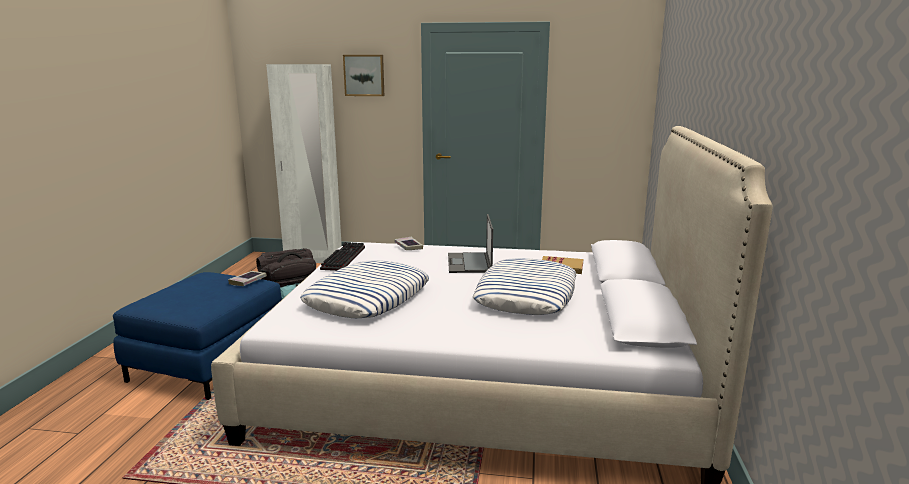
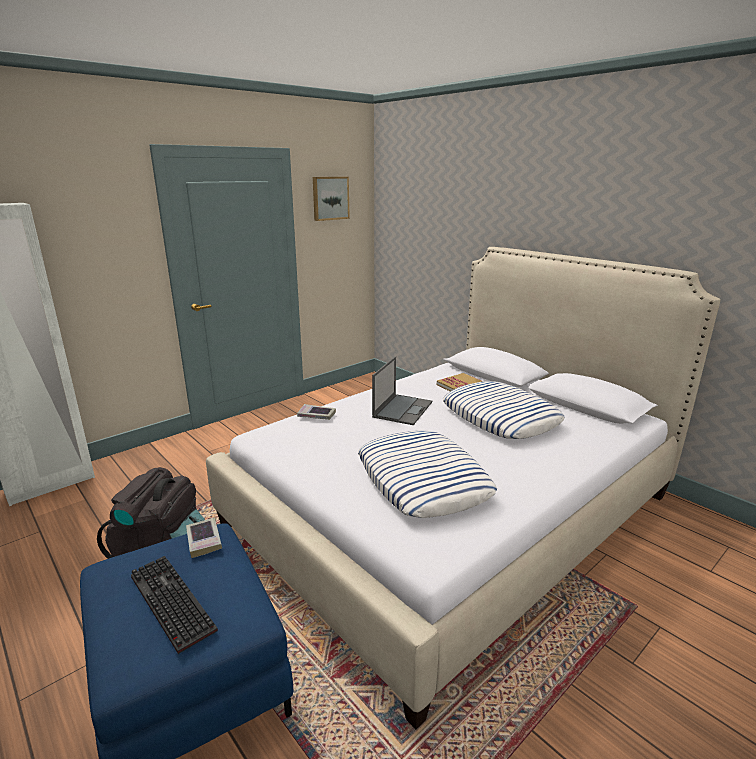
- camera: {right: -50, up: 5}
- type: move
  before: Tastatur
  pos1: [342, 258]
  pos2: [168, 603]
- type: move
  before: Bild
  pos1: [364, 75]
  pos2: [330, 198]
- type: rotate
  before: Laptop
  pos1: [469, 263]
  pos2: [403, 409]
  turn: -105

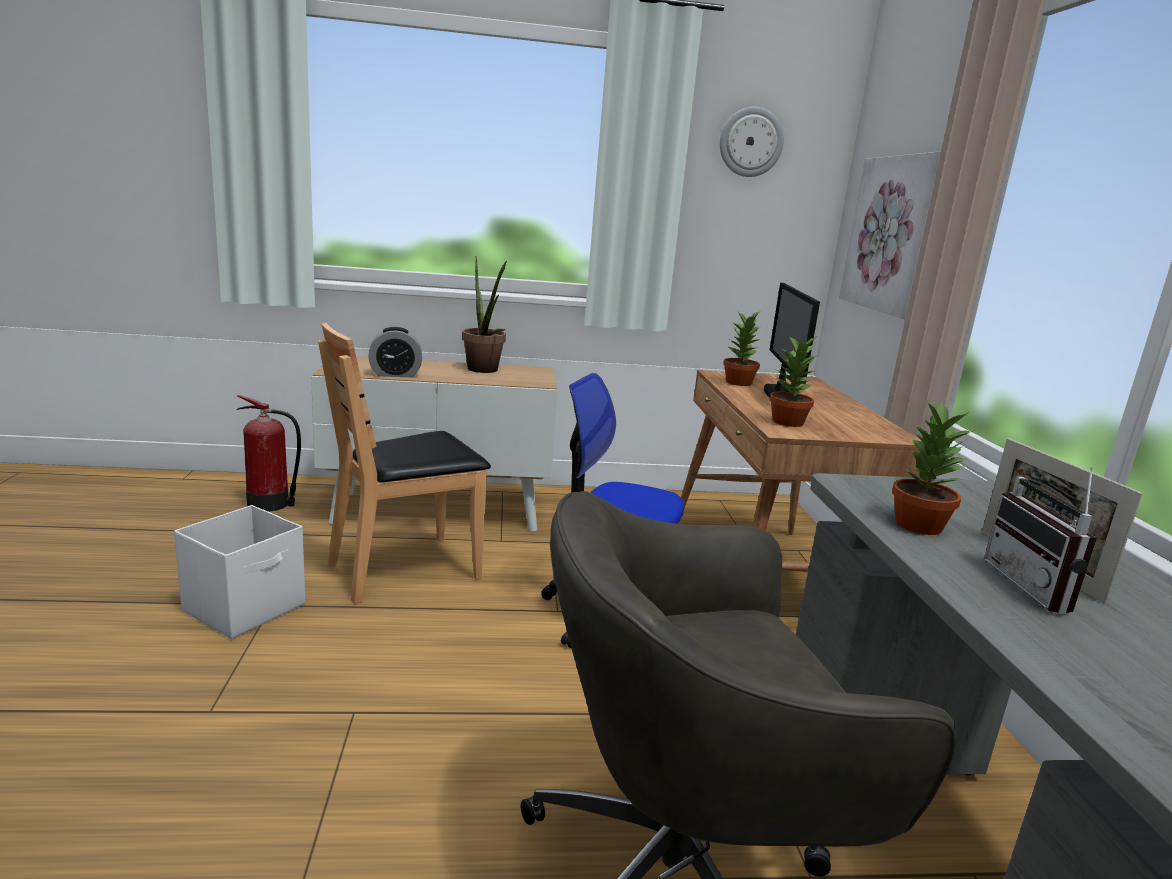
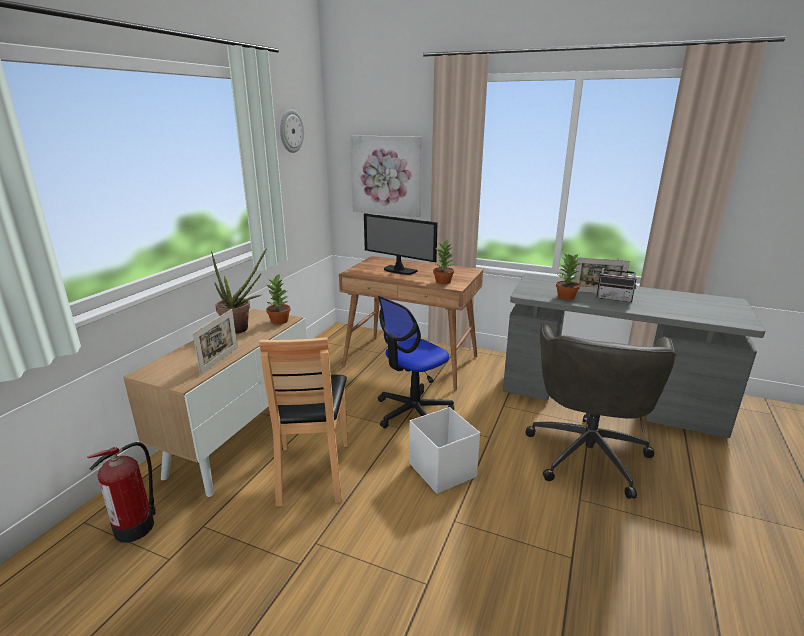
- camera: {right: -60, up: 5}
- type: move
  before: Aufbewahrungsbox/weiß
  pos1: [246, 608]
  pos2: [442, 470]
- type: replace
  before: Wecker
  after: Bilderrahmen
  pos1: [395, 374]
  pos2: [219, 360]
- type: move
  before: Topfpflanze
  pos1: [739, 383]
  pos2: [280, 321]

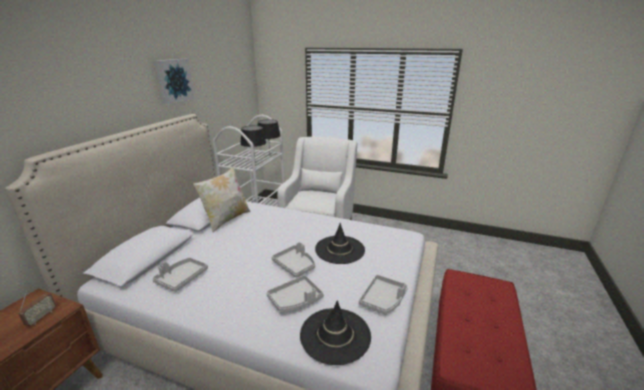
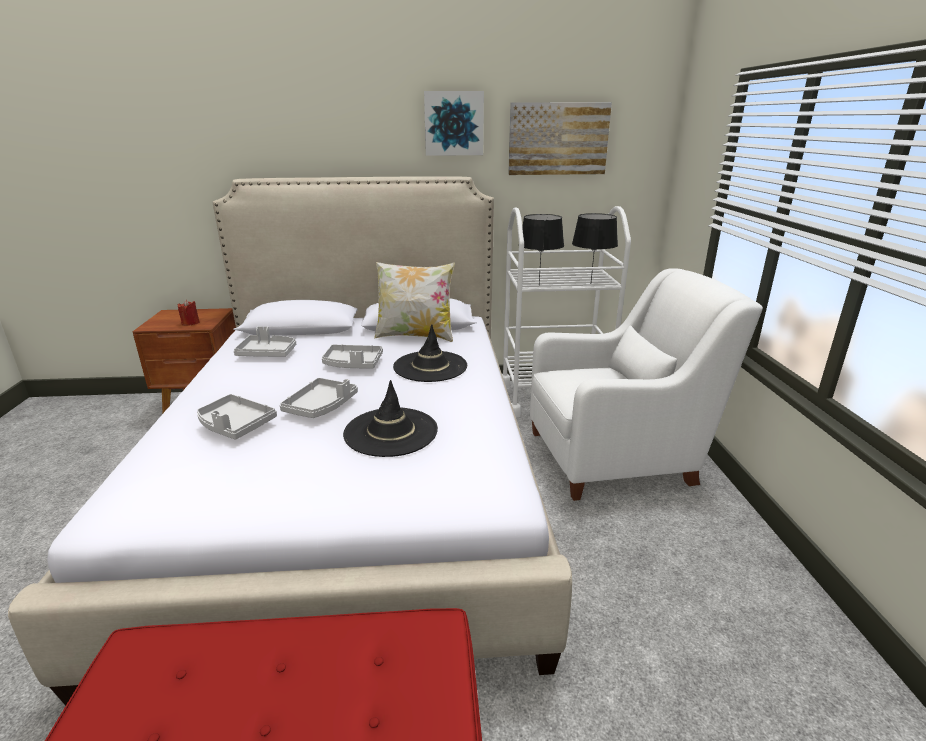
- camera: {right: 65, up: 0}
- type: replace
  before: Radio
  after: Kerze/rot
  pos1: [41, 317]
  pos2: [190, 323]
- type: move
  before: Hut/schwarz
  pos1: [335, 335]
  pos2: [430, 366]
- type: move
  before: Tablett/grau
  pos1: [383, 300]
  pos2: [353, 364]
- type: insert
  after: Bild
  pos2: [558, 139]

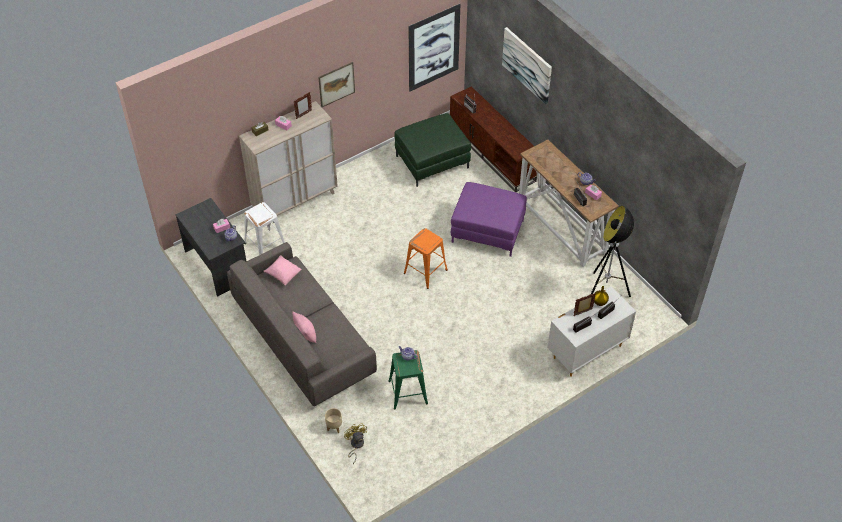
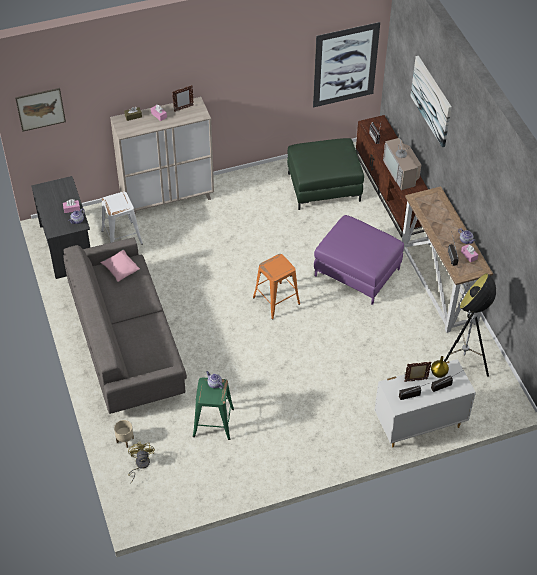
- camera: {right: 15, up: 0}
- type: delete
  before: Kissen/rosa
  pos1: [305, 334]
- type: move
  before: Bild
  pos1: [336, 84]
  pos2: [40, 109]
- type: insert
  after: Fernseher
  pos2: [402, 172]

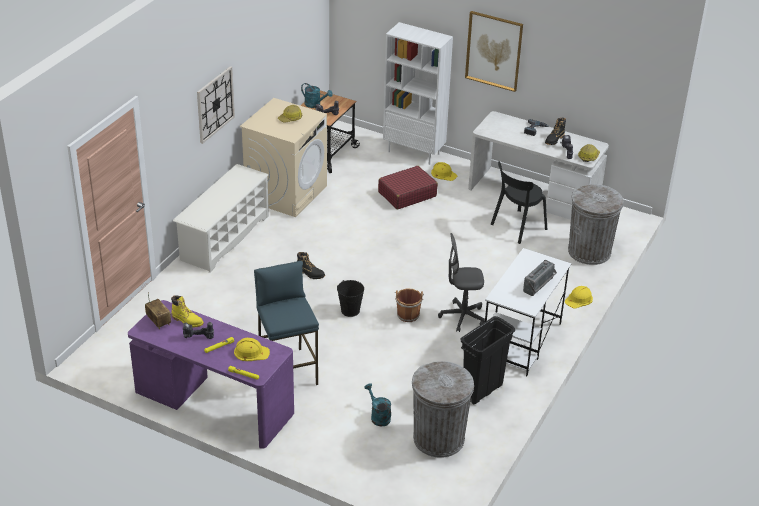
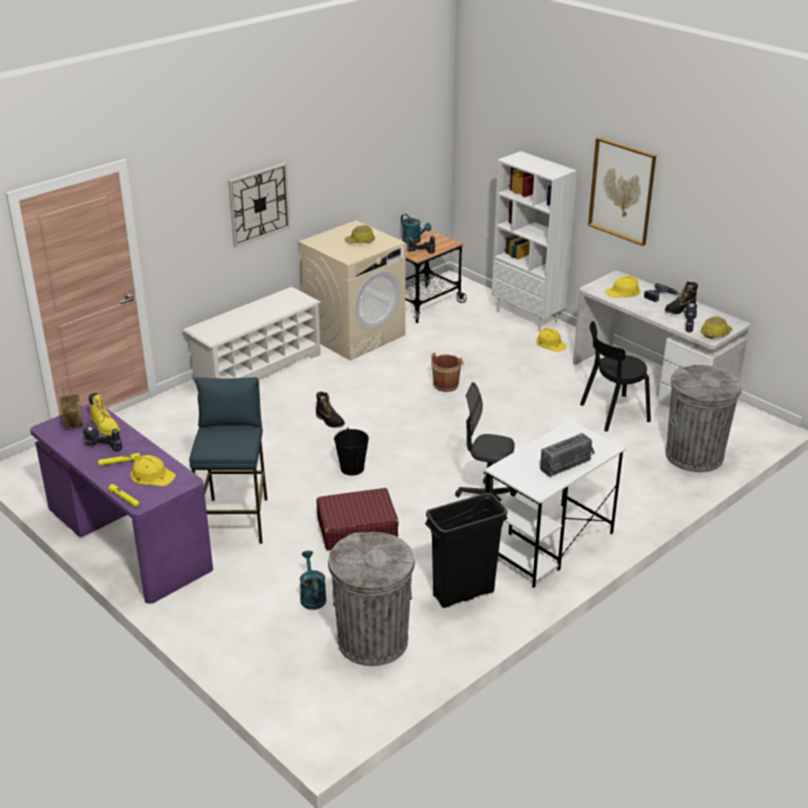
- camera: {right: 20, up: -5}
- type: move
  before: Koffer/rot
  pos1: [407, 194]
  pos2: [356, 529]
- type: move
  before: Eimer/braun
  pos1: [408, 314]
  pos2: [446, 384]
- type: move
  before: Schutzhelm/gelb
  pos1: [579, 299]
  pos2: [623, 291]

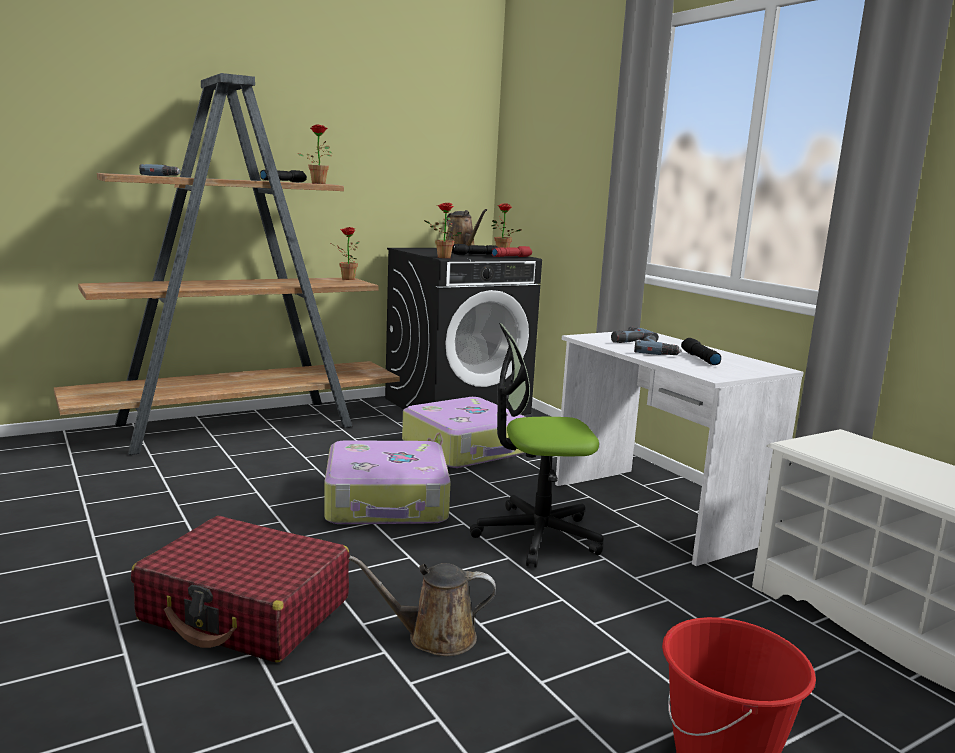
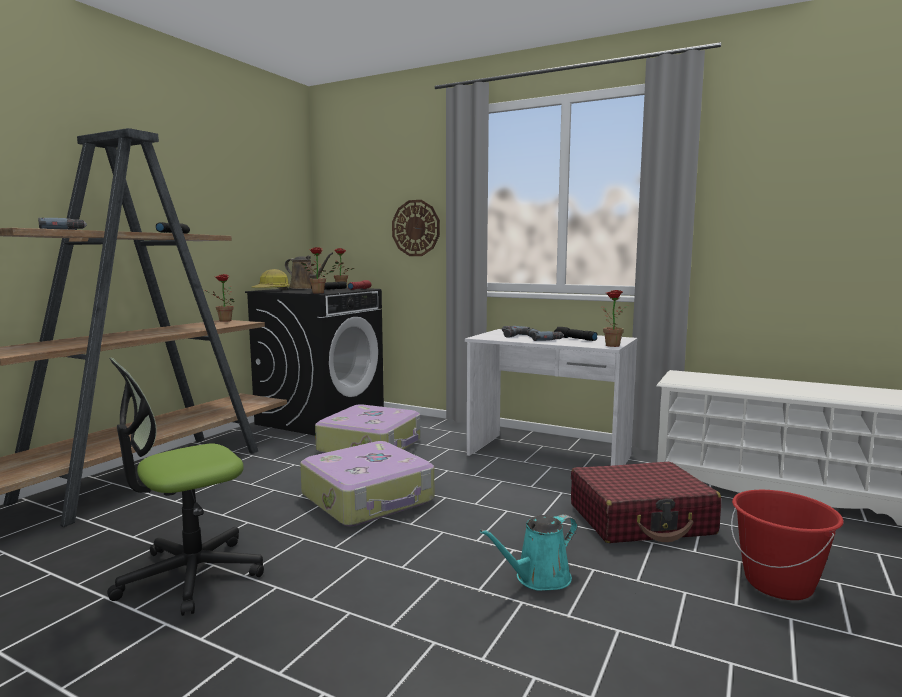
- camera: {right: -30, up: -5}
- type: move
  before: Koffer/rot
  pos1: [246, 610]
  pos2: [641, 520]
- type: move
  before: Topfpflanze
  pos1: [318, 183]
  pos2: [610, 345]
- type: recolor
  before: Gießkanne/braun
  after: Gießkanne/türkis
  pos1: [434, 637]
  pos2: [538, 578]
- type: move
  before: Bürostuhl
  pos1: [536, 535]
  pos2: [190, 575]
- type: insert
  after: Schutzhelm
  pos2: [272, 290]
- type: insert
  after: Wanduhr
  pos2: [416, 228]

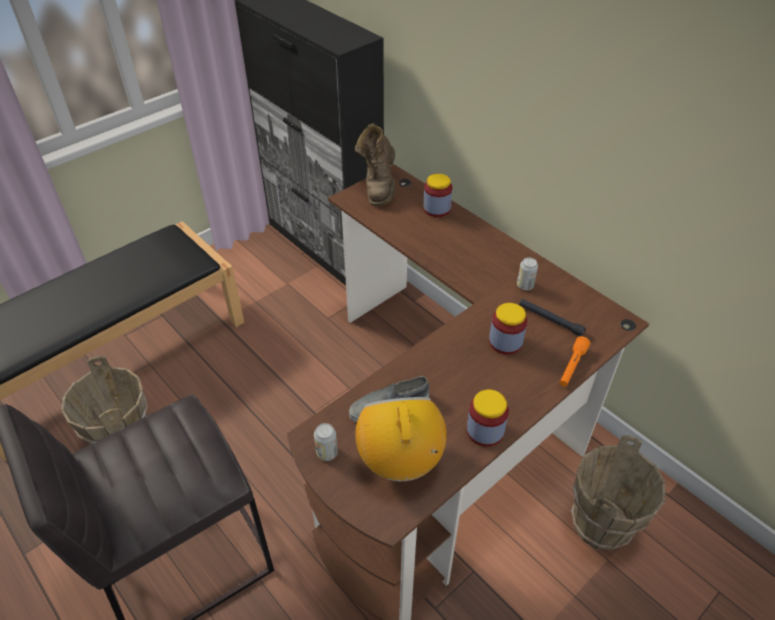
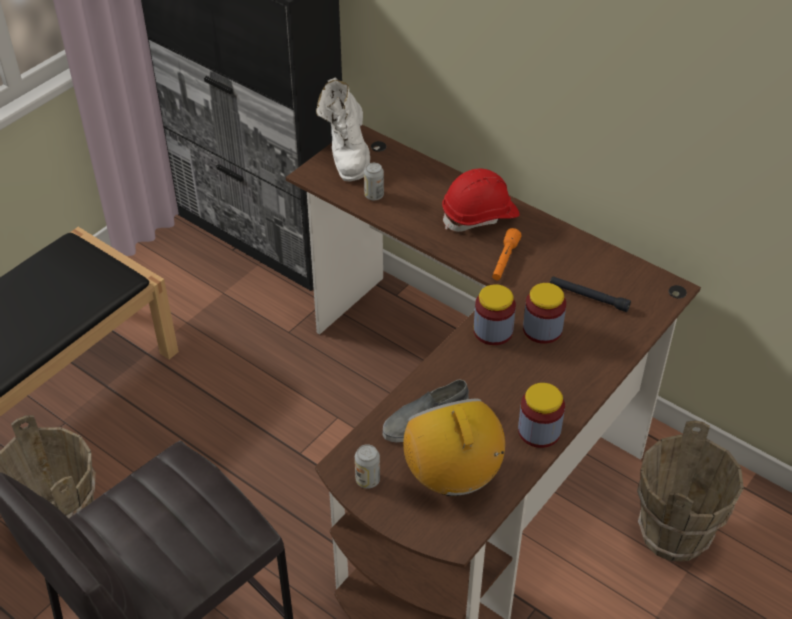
- camera: {right: -10, up: 0}
- type: recolor
  before: Stiefel/braun
  after: Stiefel/weiß
  pos1: [379, 187]
  pos2: [347, 155]
- type: move
  before: Vorratsglas
  pos1: [436, 209]
  pos2: [493, 331]
- type: move
  before: Dose
  pos1: [525, 285]
  pos2: [374, 195]
- type: move
  before: Taschenlampe/orange
  pos1: [572, 366]
  pos2: [504, 261]
- type: insert
  after: Schutzhelm/rot
  pos2: [480, 216]

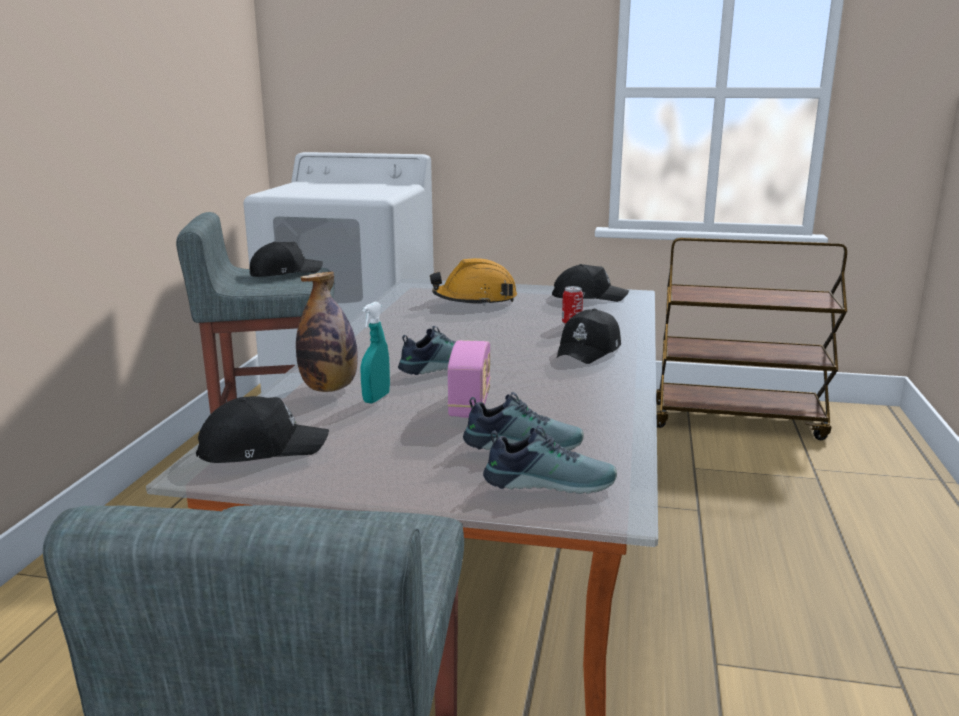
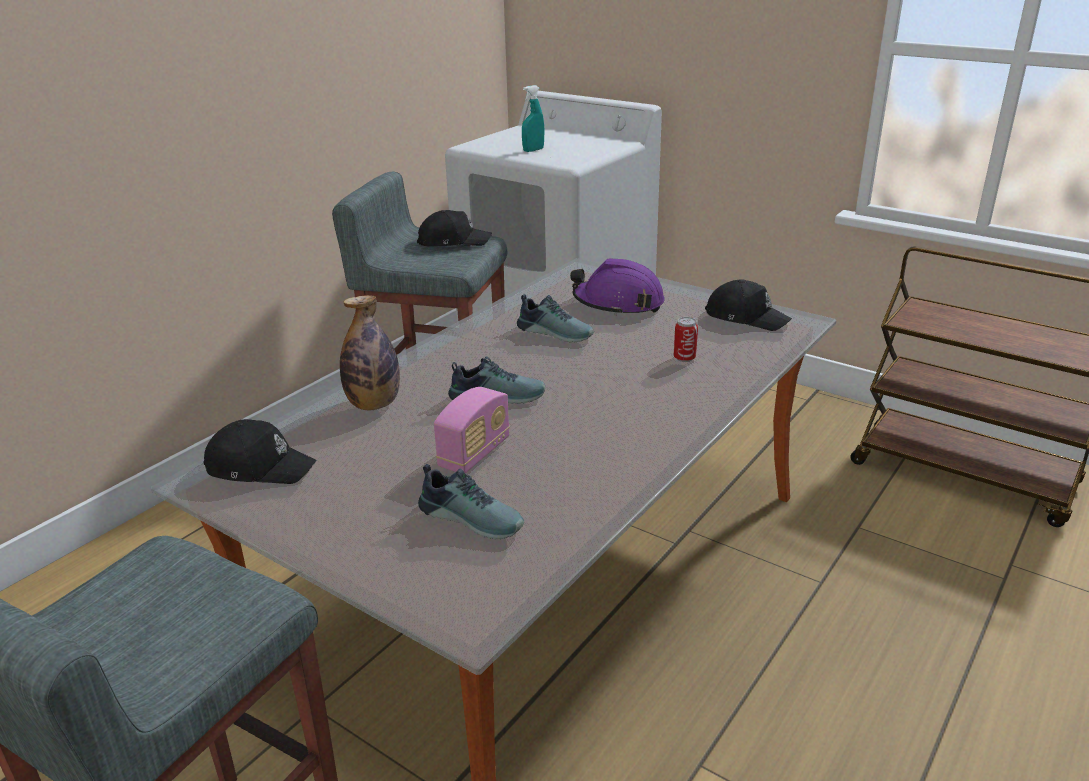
- camera: {right: 25, up: 10}
- type: move
  before: Sprühflasche/türkis
  pos1: [376, 398]
  pos2: [533, 150]
- type: recolor
  before: Schutzhelm/orange
  after: Schutzhelm/lila
  pos1: [475, 300]
  pos2: [618, 303]
- type: move
  before: Schuh
  pos1: [549, 481]
  pos2: [556, 332]
- type: delete
  before: Kappe/schwarz
  pos1: [589, 350]

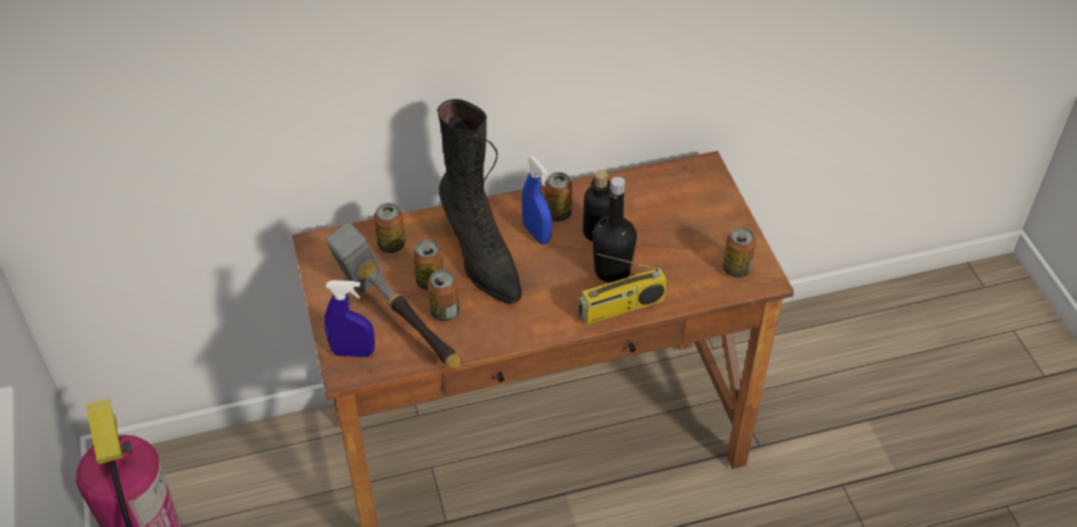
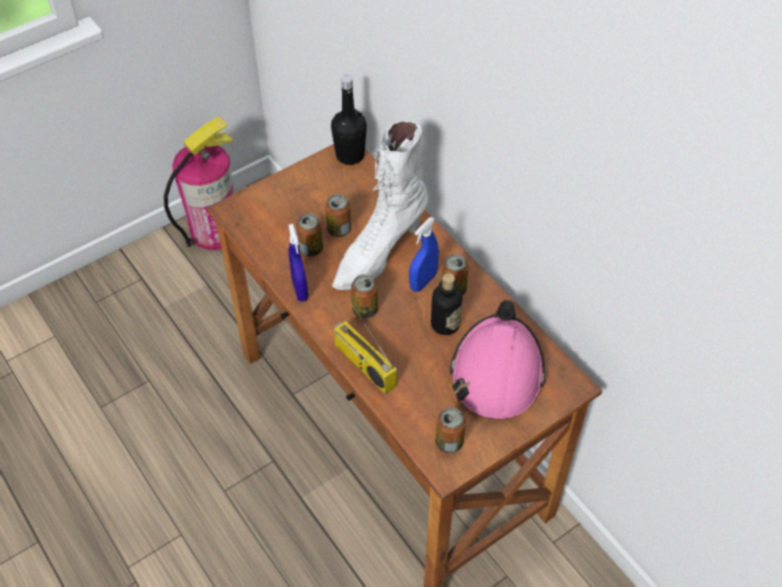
- camera: {right: 70, up: 5}
- type: move
  before: Sprühflasche/blau
  pos1: [353, 352]
  pos2: [300, 289]
- type: delete
  before: Hammer
  pos1: [397, 322]
- type: move
  before: Dose
  pos1: [391, 245]
  pos2: [365, 310]
- type: recolor
  before: Stiefel/schwarz
  after: Stiefel/weiß
  pos1: [481, 257]
  pos2: [379, 253]
- type: move
  before: Flasche/schwarz
  pos1: [612, 271]
  pos2: [350, 155]
- type: insert
  after: Schutzhelm/rosa
  pos2: [497, 372]

